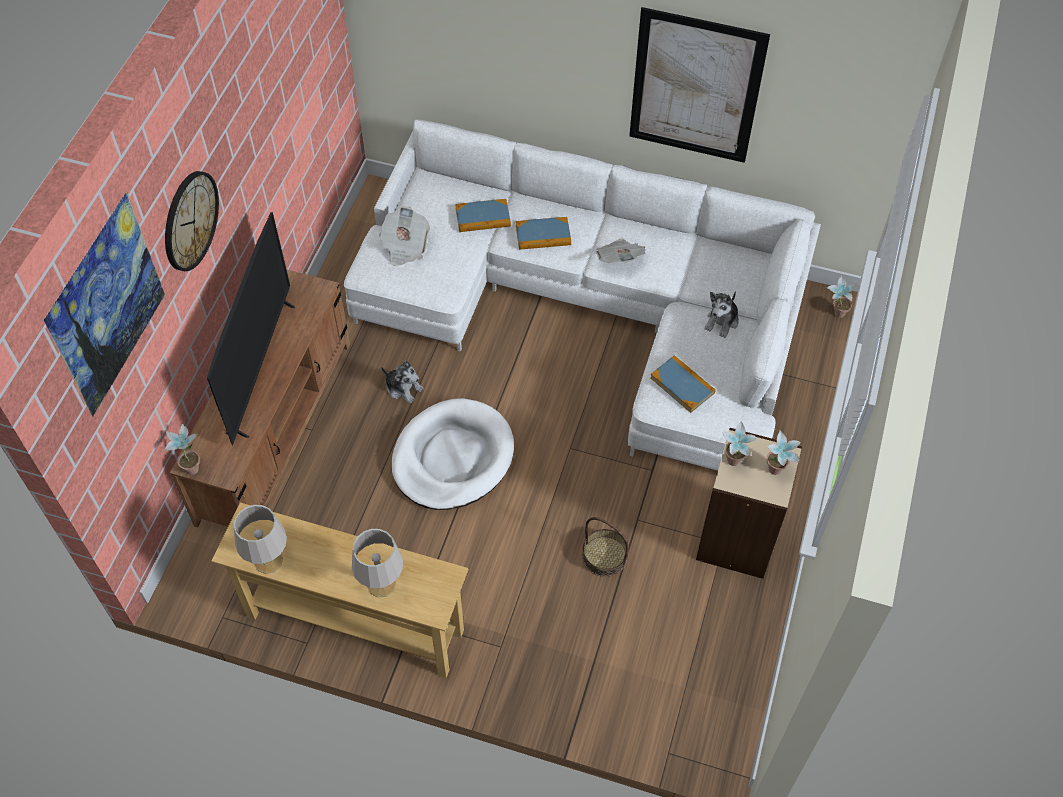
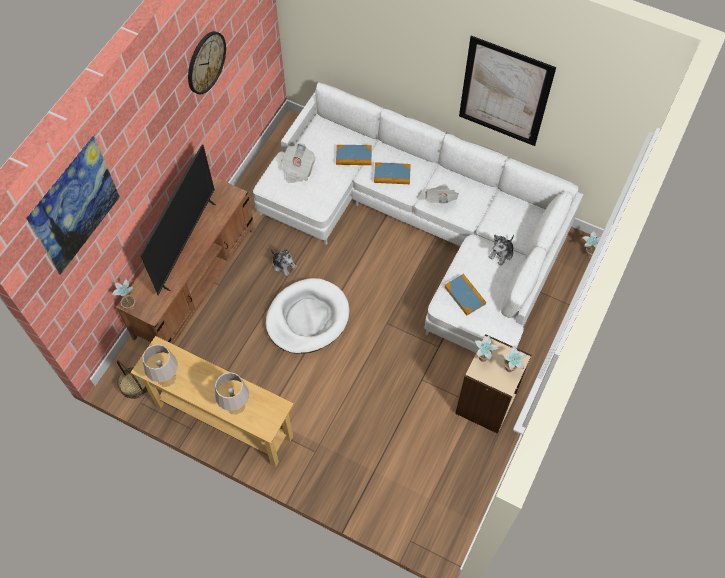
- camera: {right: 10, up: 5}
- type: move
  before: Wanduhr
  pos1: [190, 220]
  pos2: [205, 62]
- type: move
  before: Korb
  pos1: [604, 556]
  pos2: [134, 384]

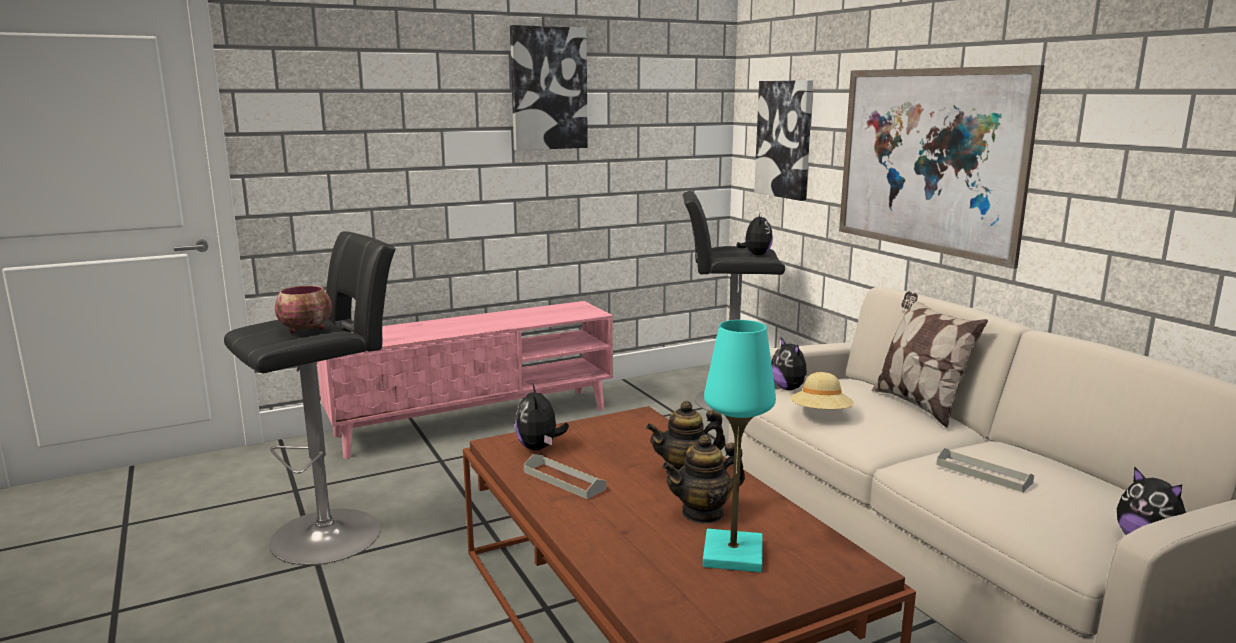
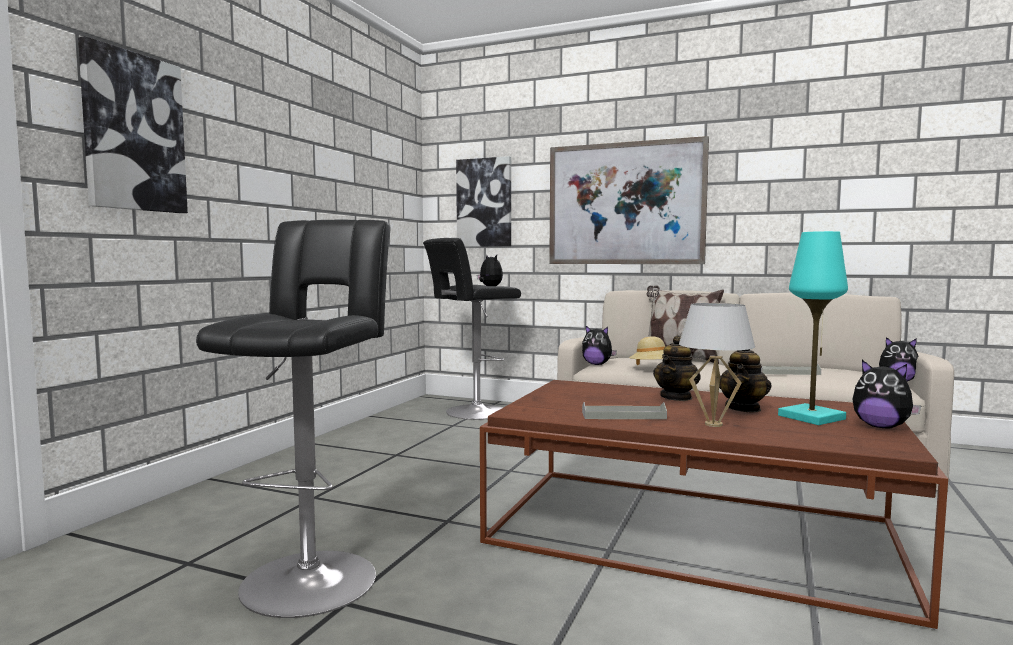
- camera: {right: -40, up: -10}
- type: delete
  before: Schüssel
  pos1: [307, 329]
- type: delete
  before: Fernsehschrank/rosa
  pos1: [475, 421]
- type: move
  before: Bild
  pos1: [548, 88]
  pos2: [133, 132]
- type: move
  before: Plüschtier
  pos1: [539, 448]
  pos2: [881, 427]
- type: insert
  after: Tischlampe/weiß
  pos2: [713, 424]

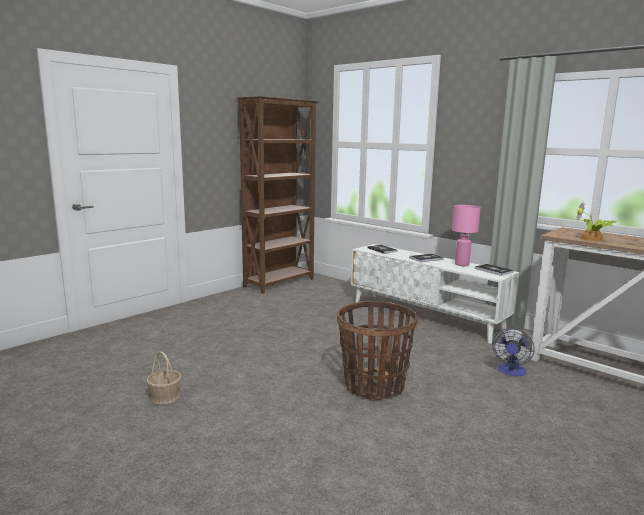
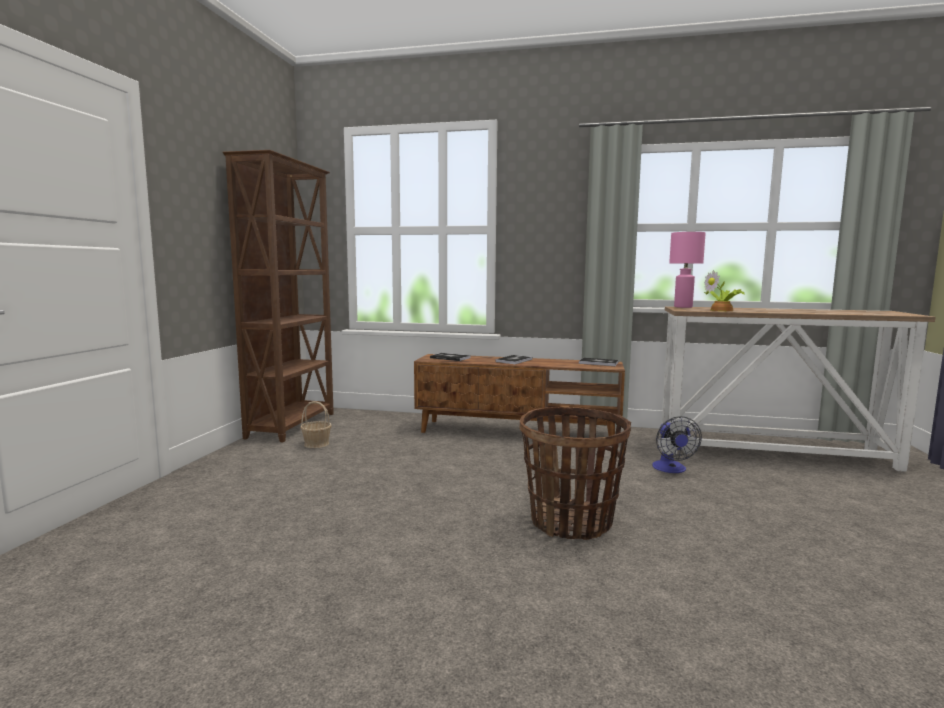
- camera: {right: -30, up: -5}
- type: move
  before: Korb
  pos1: [165, 397]
  pos2: [316, 444]
- type: recolor
  before: Fernsehschrank/weiß
  after: Fernsehschrank/braun
  pos1: [425, 316]
  pos2: [517, 432]
- type: move
  before: Tischlampe/rosa
  pos1: [462, 264]
  pos2: [683, 307]

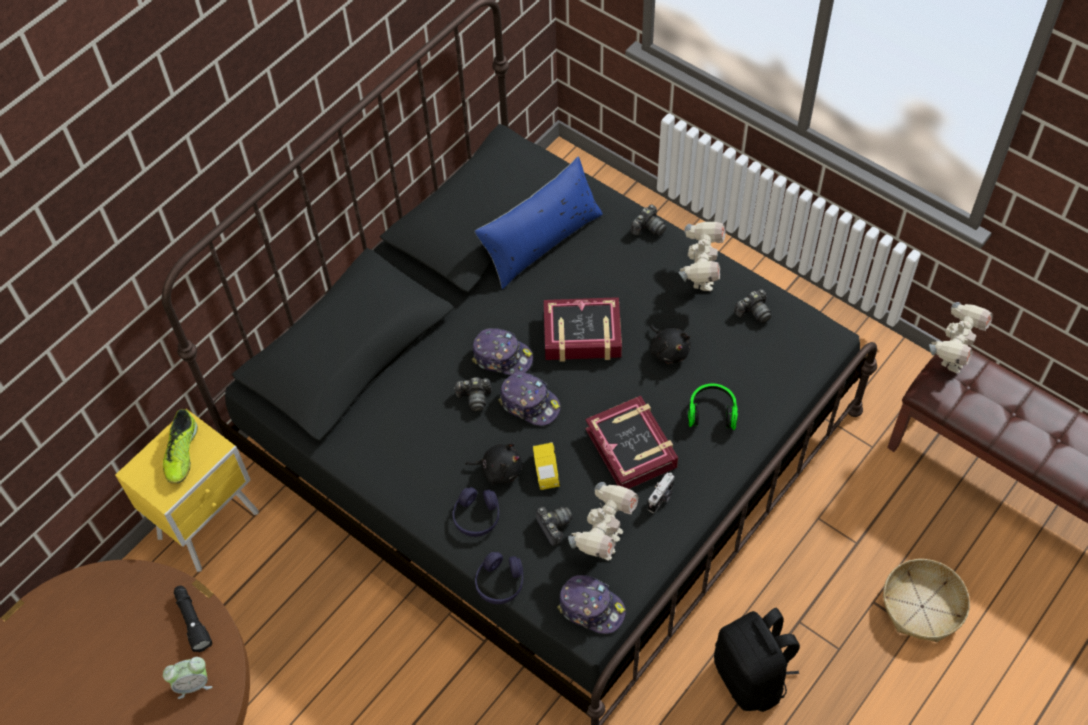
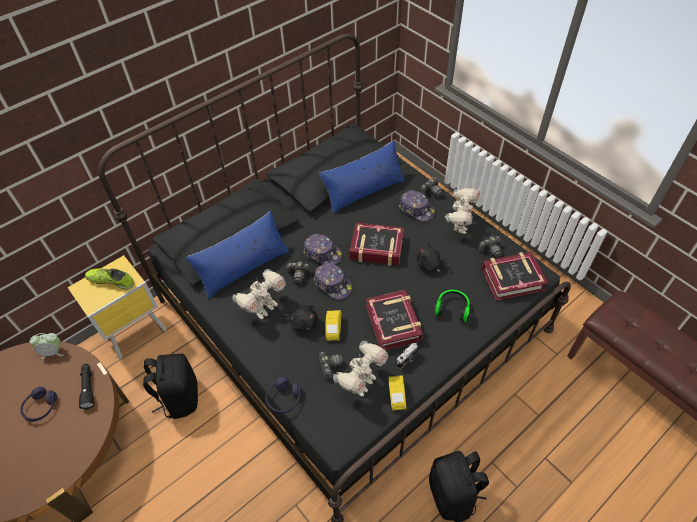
- camera: {right: 10, up: -5}
- type: rotate
  before: Schuh
  pos1: [182, 453]
  pos2: [111, 281]
  turn: 90
- type: move
  before: Wecker
  pos1: [193, 684]
  pos2: [53, 351]
- type: move
  before: Kopfhörer/lila
  pos1: [476, 516]
  pos2: [41, 407]
- type: move
  before: Kappe
  pos1: [591, 607]
  pos2: [416, 209]
- type: rotate
  before: Plüschtier/schwarz
  pos1: [668, 350]
  pos2: [430, 265]
  turn: 135
- type: delete
  before: Korb
  pos1: [922, 606]
- type: move
  before: Spielzeugroboter
  pos1: [951, 357]
  pos2: [264, 308]
- type: insert
  after: Rucksack/schwarz
  pos2: [180, 397]
- type: insert
  after: Kissen/blau
  pos2: [243, 267]
- type: insert
  after: Spielzeugauto/gelb
  pos2: [396, 395]
- type: insert
  after: Buch
  pos2: [512, 279]

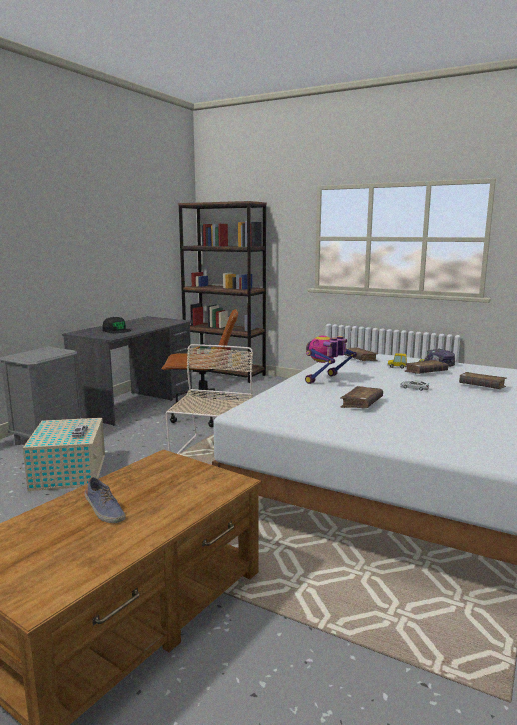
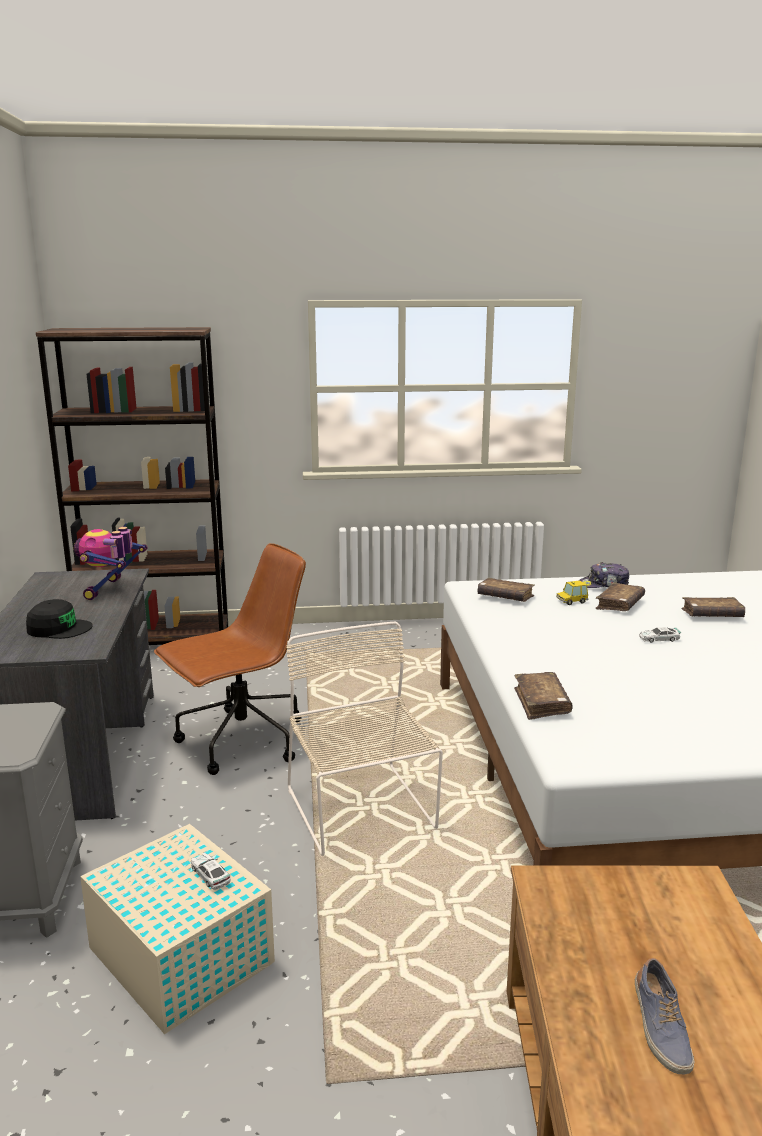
- camera: {right: -35, up: 5}
- type: rotate
  before: Schuh
  pos1: [104, 511]
  pos2: [660, 1029]
  turn: 75
- type: move
  before: Spielzeugroboter
  pos1: [326, 380]
  pos2: [111, 590]
- type: move
  before: Buch/braun
  pos1: [361, 404]
  pos2: [541, 703]

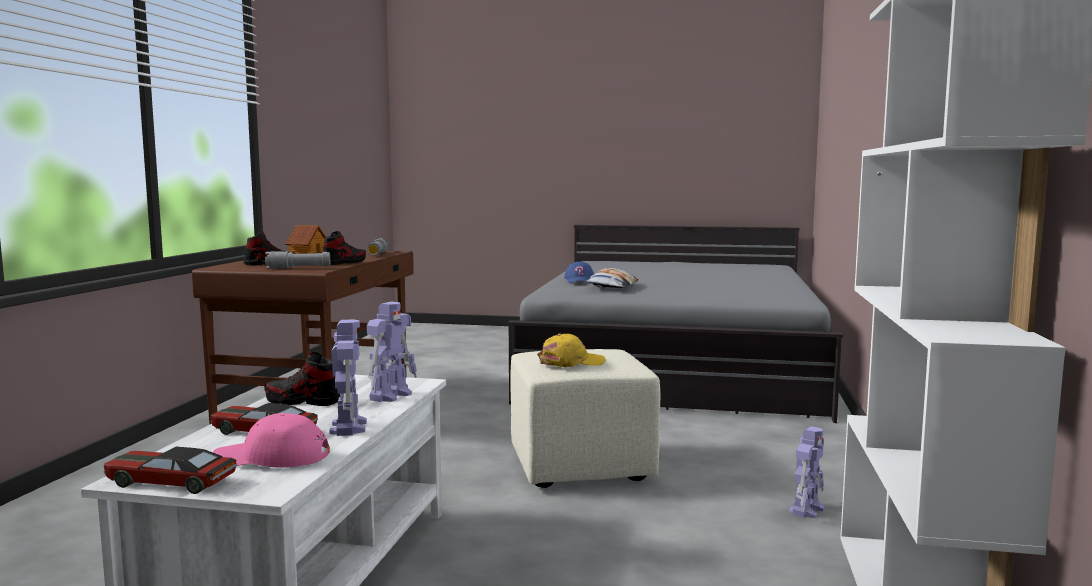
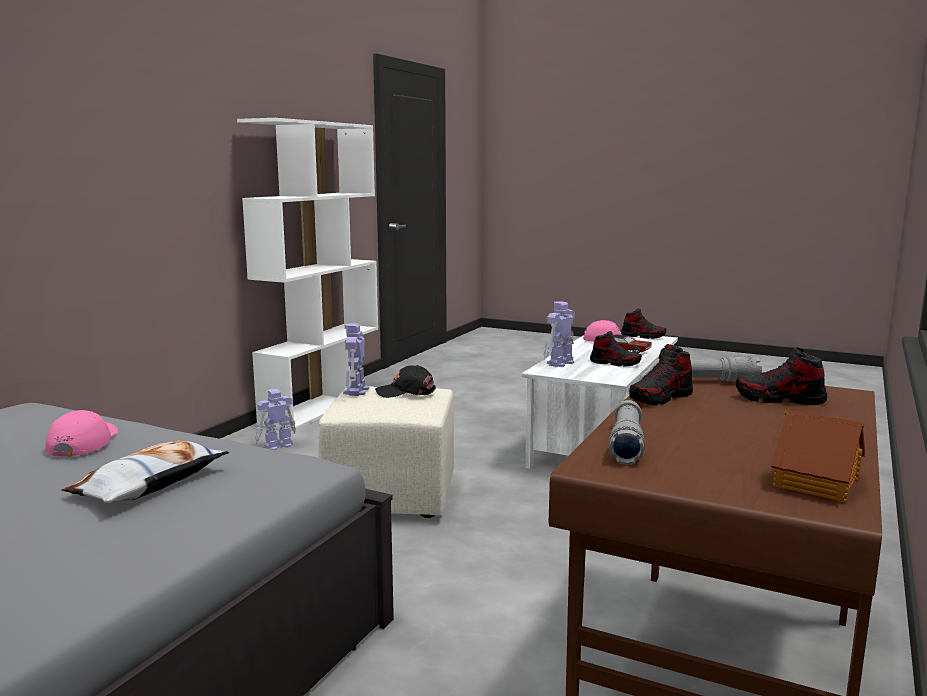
- camera: {right: -165, up: 5}
- type: replace
  before: Spielzeugauto
  after: Schuh
  pos1: [171, 482]
  pos2: [643, 336]
- type: move
  before: Spielzeugroboter
  pos1: [348, 427]
  pos2: [356, 391]
- type: recolor
  before: Kappe/gelb
  after: Kappe/schwarz
  pos1: [571, 362]
  pos2: [406, 392]
- type: delete
  before: Kappe/blau
  pos1: [579, 280]
- type: insert
  after: Kappe/rosa
  pos2: [83, 442]

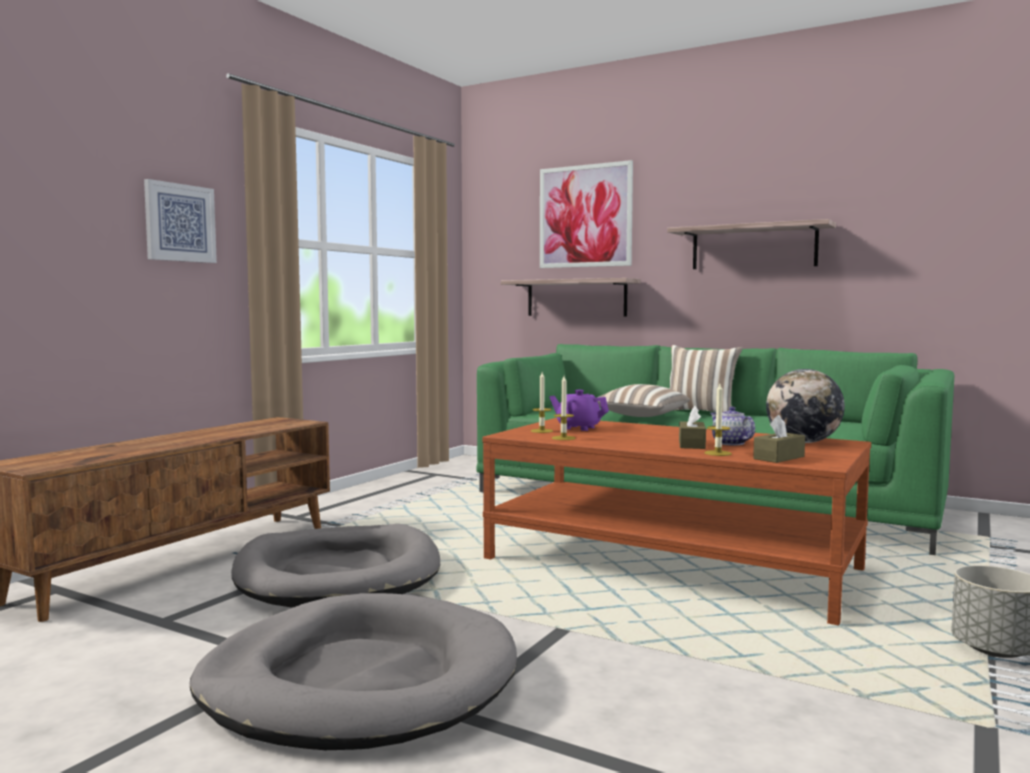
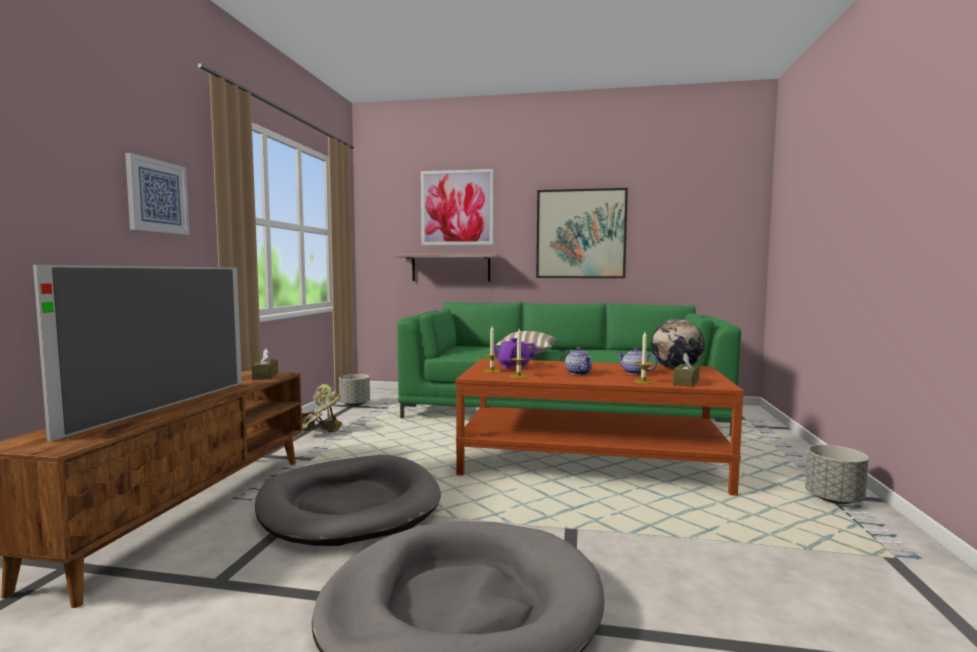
- camera: {right: -20, up: 0}
- type: replace
  before: Wandregal
  after: Bild
  pos1: [753, 247]
  pos2: [581, 234]
- type: delete
  before: Kissen
  pos1: [701, 412]
- type: move
  before: Taschentuchbox/braun
  pos1: [691, 444]
  pos2: [265, 376]
- type: insert
  after: Fernseher
  pos2: [165, 406]
- type: insert
  after: Topfpflanze
  pos2: [319, 430]
- type: insert
  after: Pflanzkübel/grau
  pos2: [355, 404]
- type: insert
  after: Teekanne
  pos2: [579, 373]

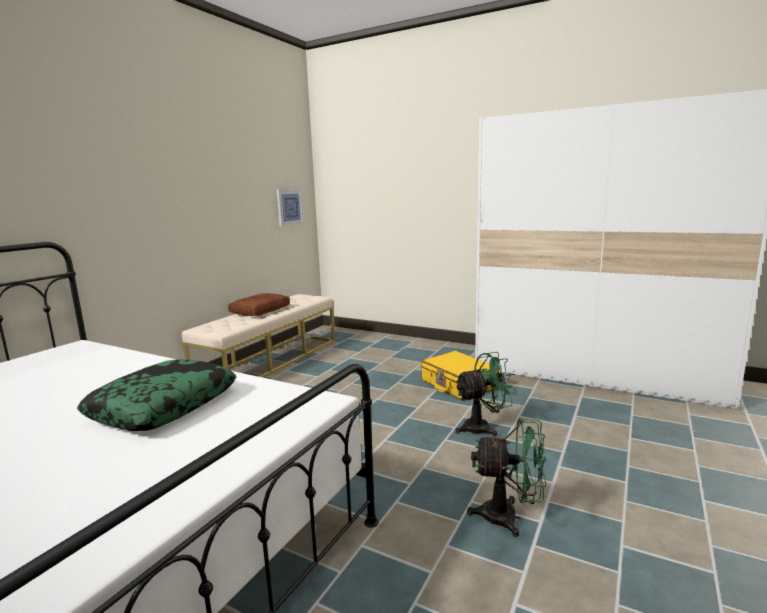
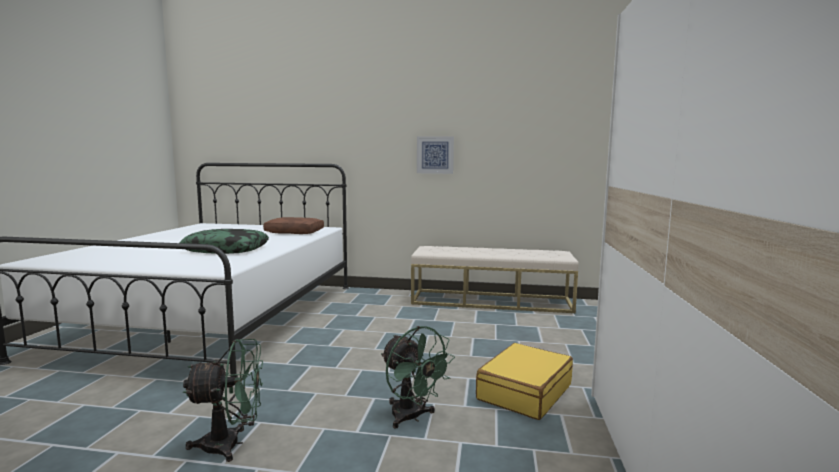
- camera: {right: 70, up: -5}
- type: move
  before: Kissen/braun
  pos1: [260, 311]
  pos2: [295, 232]
- type: move
  before: Bild
  pos1: [289, 207]
  pos2: [435, 155]
- type: rotate
  before: Ventilator/grün
  pos1: [509, 517]
  pos2: [231, 444]
  turn: -90

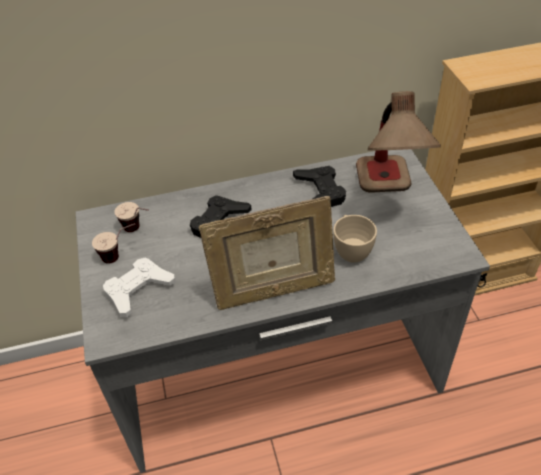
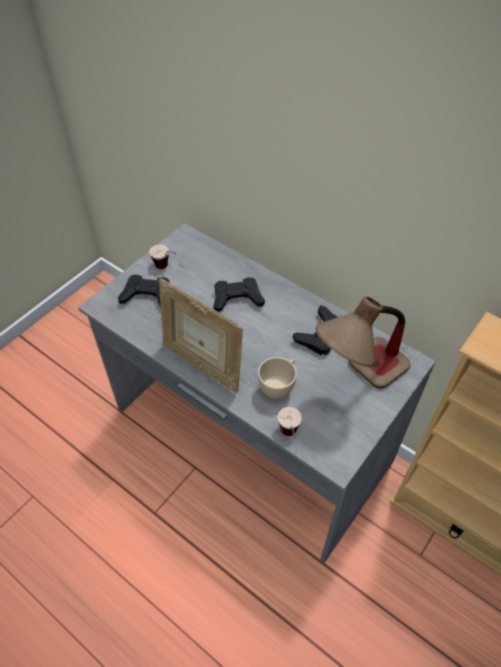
- camera: {right: 50, up: 5}
- type: recolor
  before: Gamepad/weiß
  after: Gamepad/schwarz
  pos1: [138, 290]
  pos2: [147, 295]
- type: move
  before: Tasse
  pos1: [139, 230]
  pos2: [289, 438]

